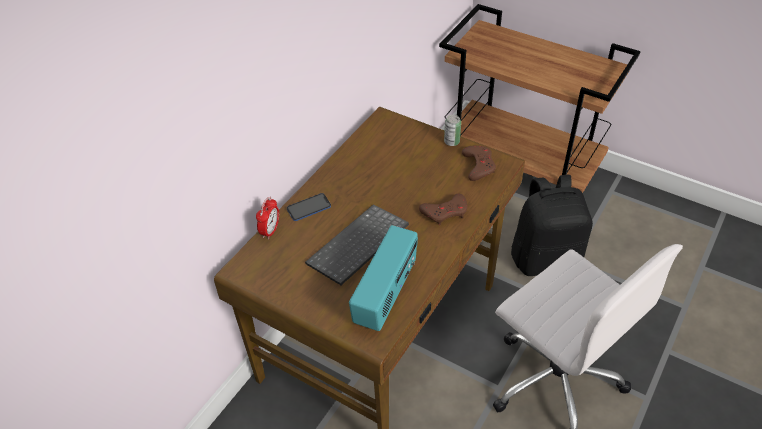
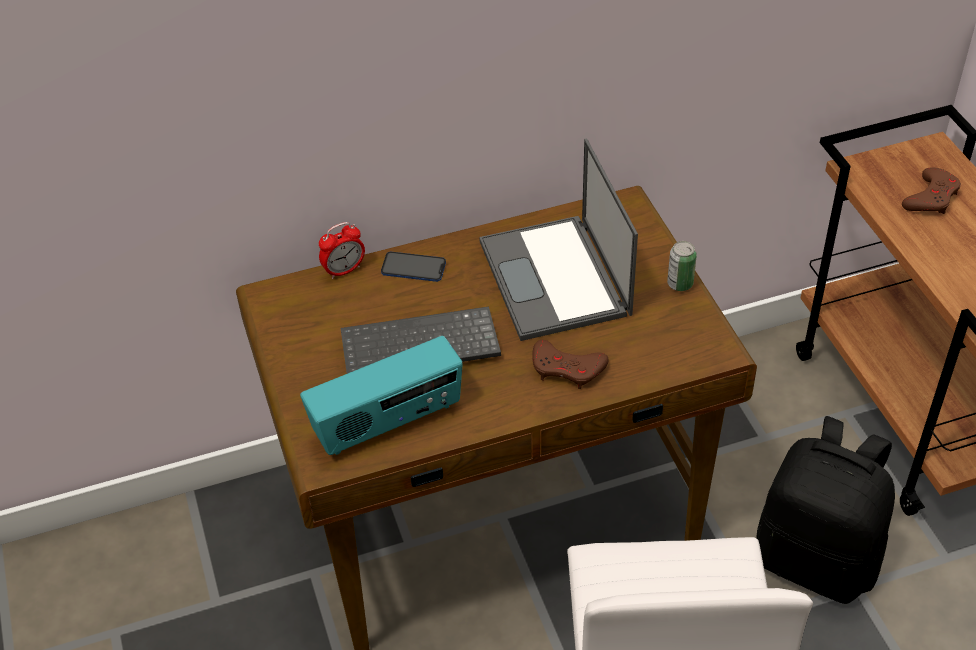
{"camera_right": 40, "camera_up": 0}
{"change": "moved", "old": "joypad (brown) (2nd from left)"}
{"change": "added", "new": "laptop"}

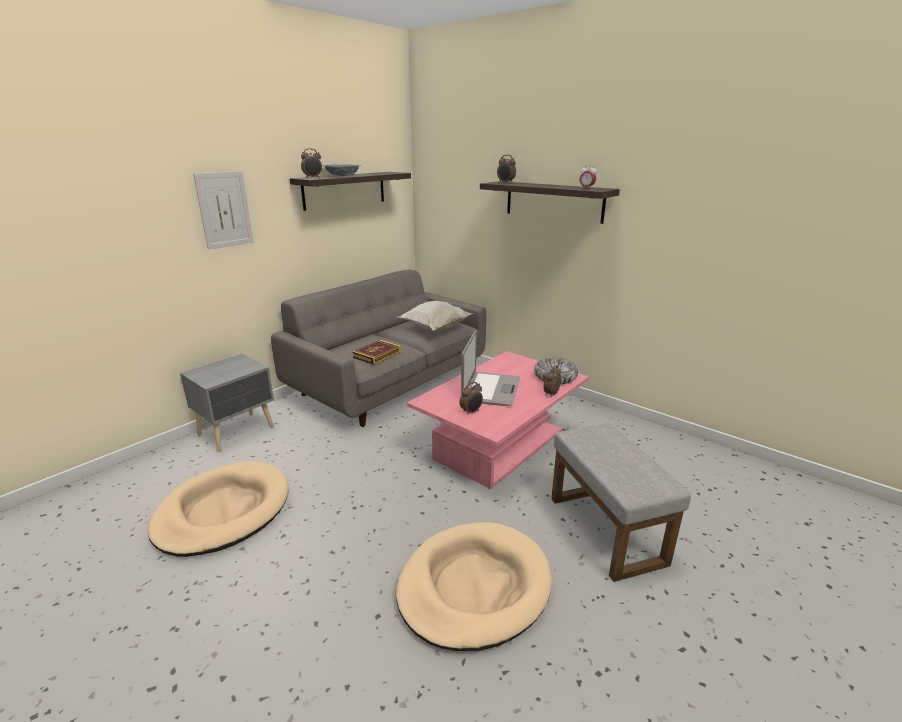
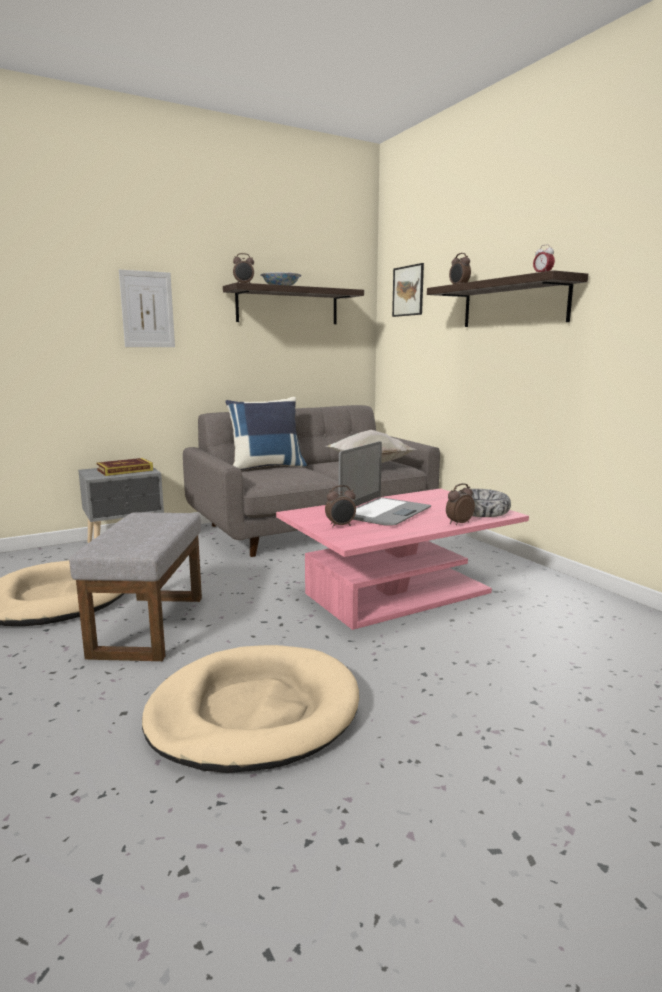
{"camera_right": 20, "camera_up": -10}
{"change": "moved", "old": "book"}
{"change": "moved", "old": "footrest (gray)"}
{"change": "added", "new": "wall art (2nd from left)"}
{"change": "added", "new": "throw pillow (blue-coloured)"}

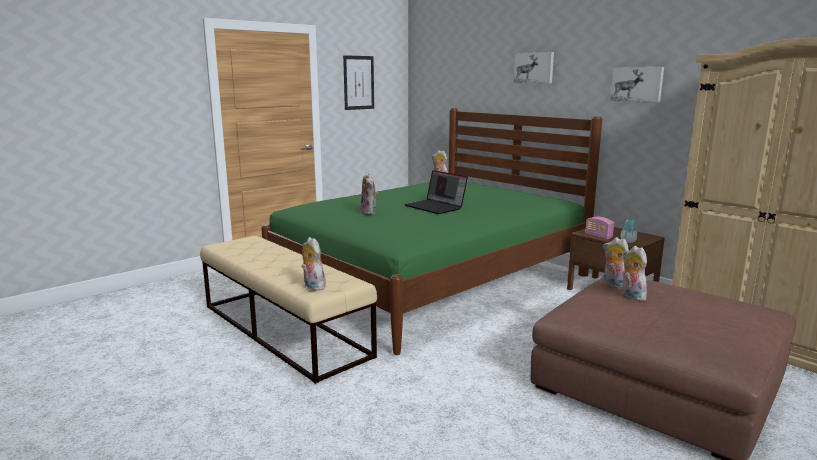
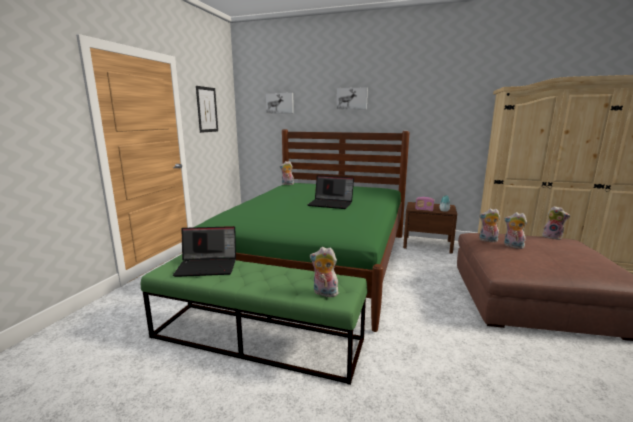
{"camera_right": -30, "camera_up": 0}
{"change": "moved", "old": "wall art (3rd from left in the first image)", "new": "wall art (2nd from left)"}
{"change": "moved", "old": "plush toy (2nd from left in the first image)", "new": "plush toy (5th from left)"}
{"change": "recoloured", "old": "long seat (sand-coloured)", "new": "long seat (green-coloured)"}
{"change": "added", "new": "laptop (1st from left)"}

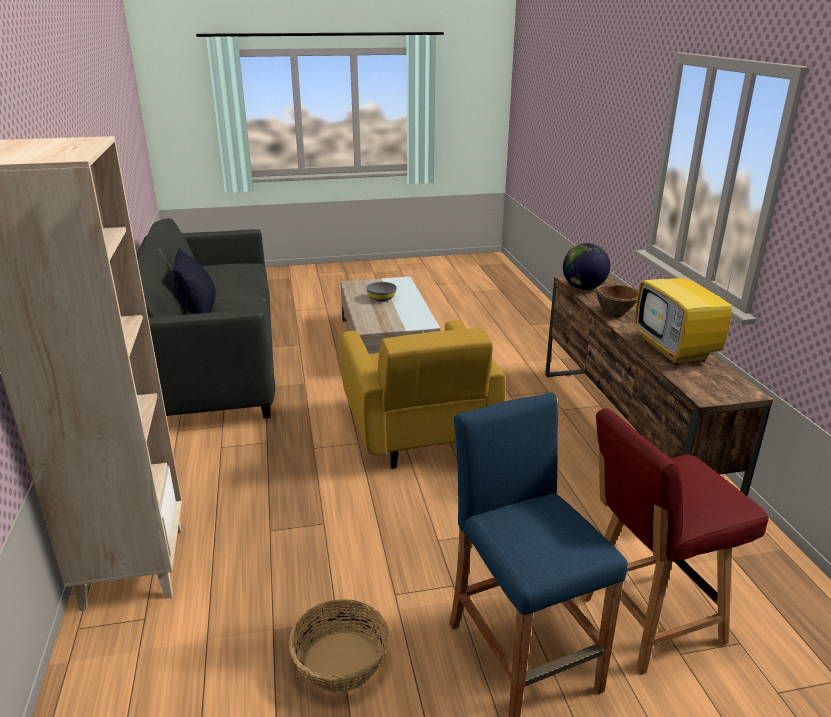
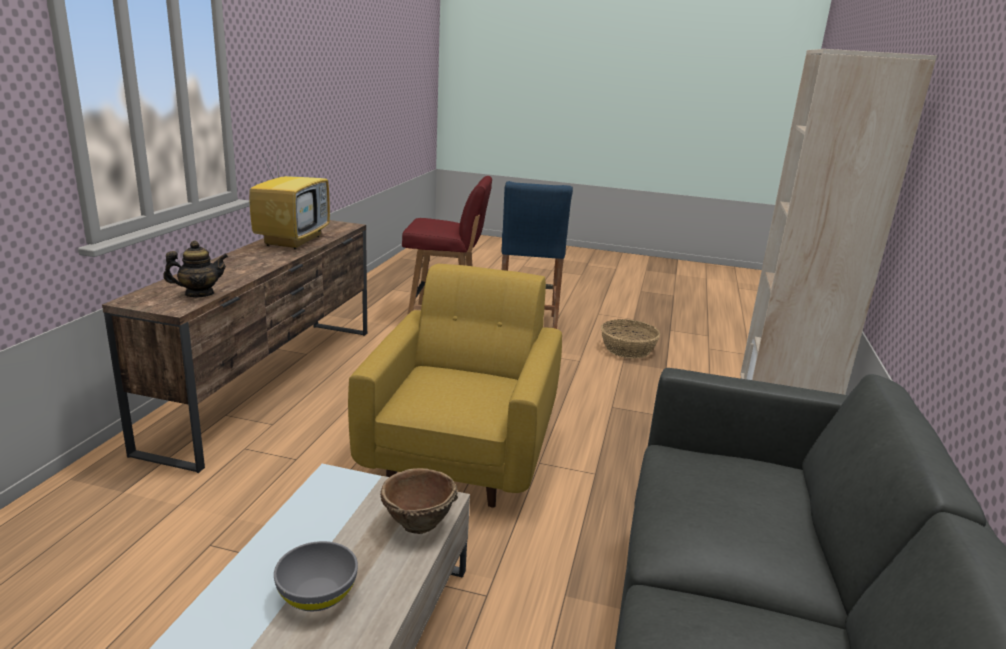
{"camera_right": -155, "camera_up": -5}
{"change": "replaced", "old": "globe", "new": "tea pot"}
{"change": "removed", "old": "throw pillow (black)"}
{"change": "moved", "old": "bowl (brown)"}

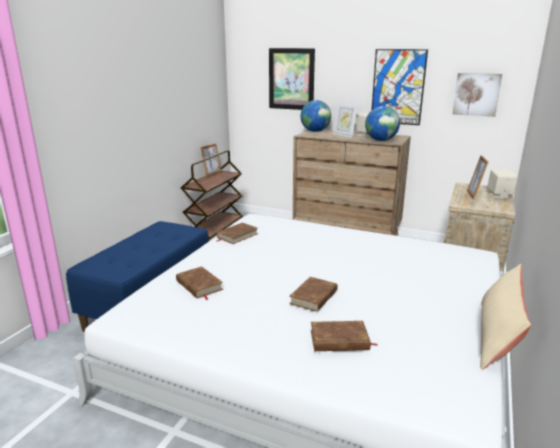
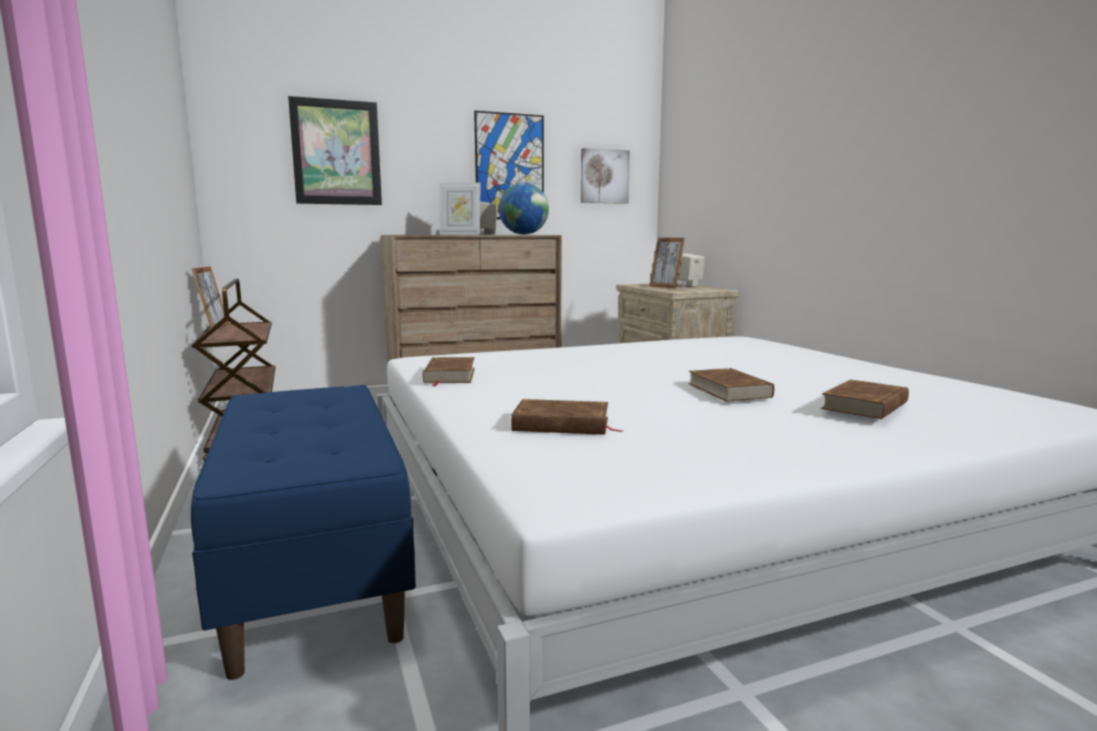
{"camera_right": -45, "camera_up": -10}
{"change": "removed", "old": "globe (1st from left)"}
{"change": "removed", "old": "throw pillow (sand-coloured)"}

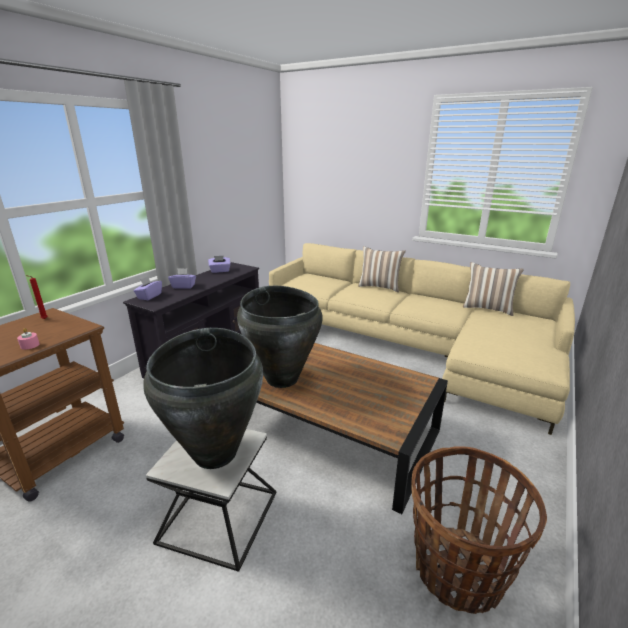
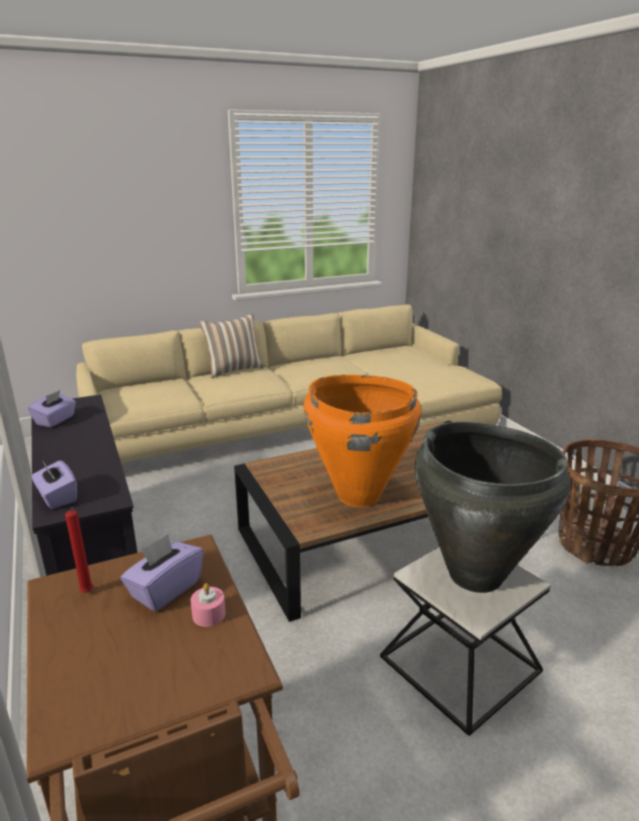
{"camera_right": -55, "camera_up": 0}
{"change": "removed", "old": "throw pillow (2nd from left)"}
{"change": "moved", "old": "box of tissues (purplish) (2nd from left in the first image)", "new": "box of tissues (purplish) (3rd from left)"}
{"change": "recoloured", "old": "decorative vase (black) (2nd from left)", "new": "decorative vase (orangey)"}

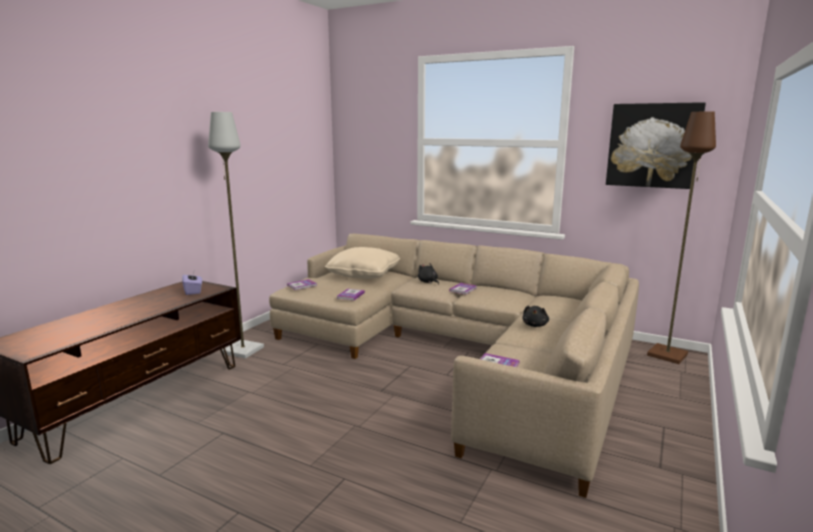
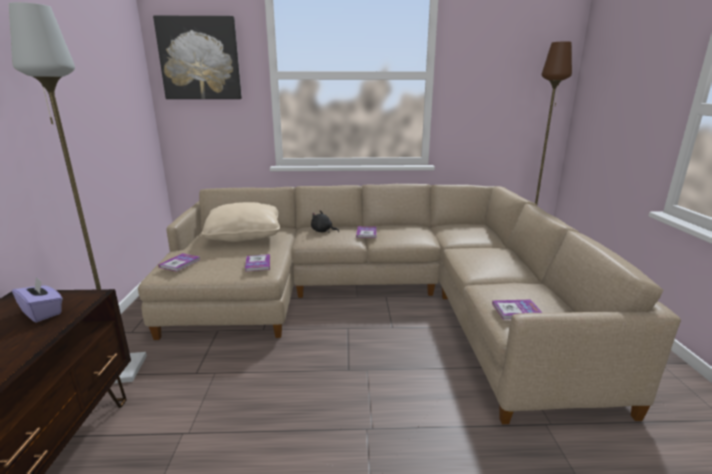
{"camera_right": -30, "camera_up": 5}
{"change": "moved", "old": "wall art"}
{"change": "removed", "old": "plush toy (black) (2nd from left)"}

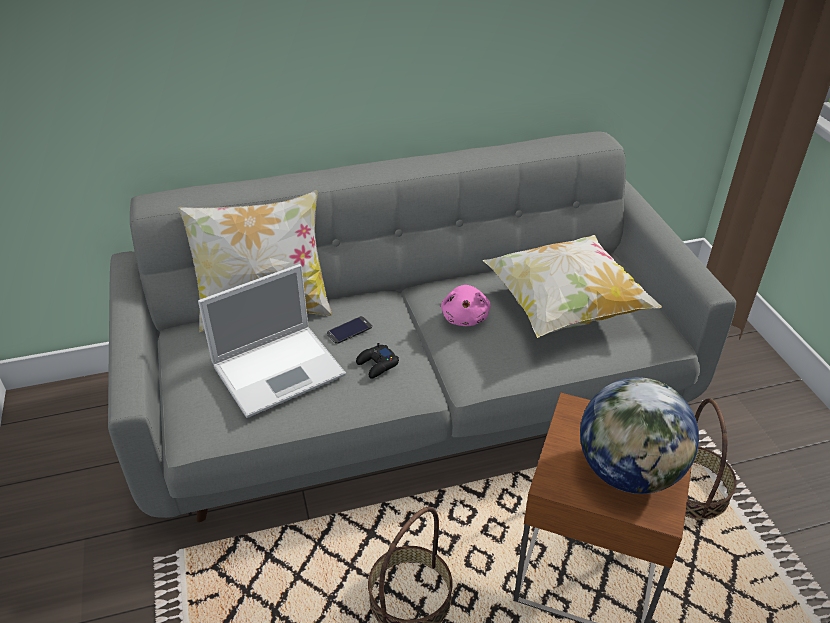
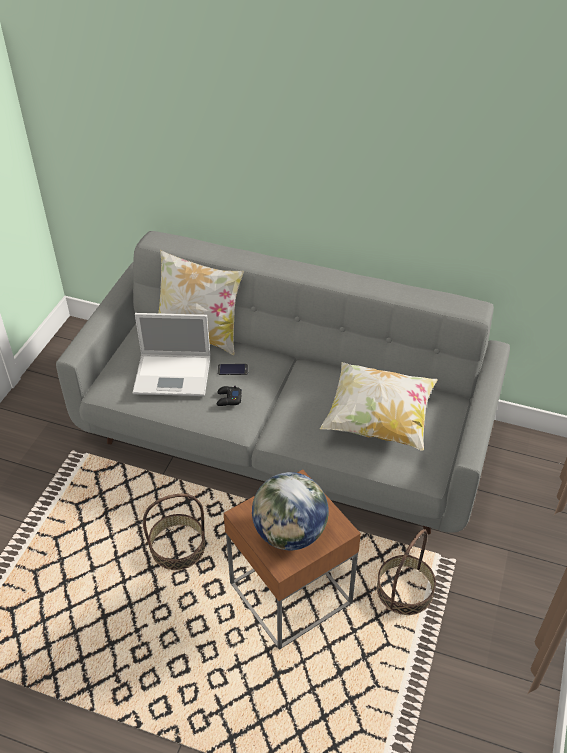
{"camera_right": 35, "camera_up": 5}
{"change": "removed", "old": "plush toy (pinkish)"}

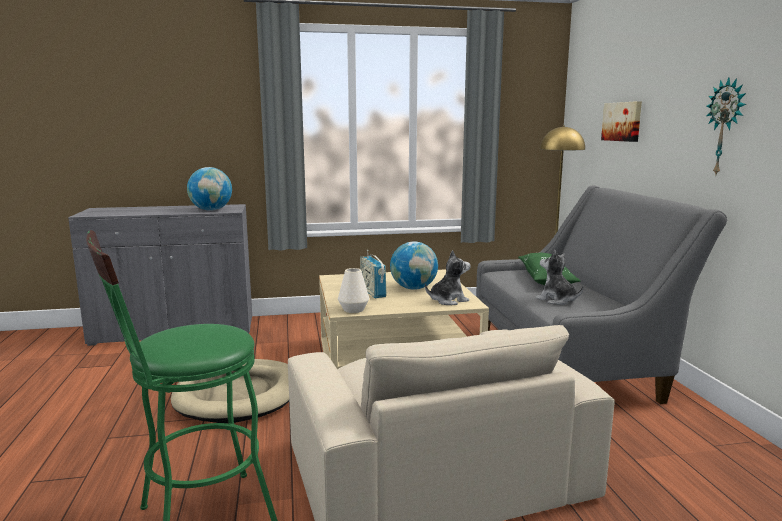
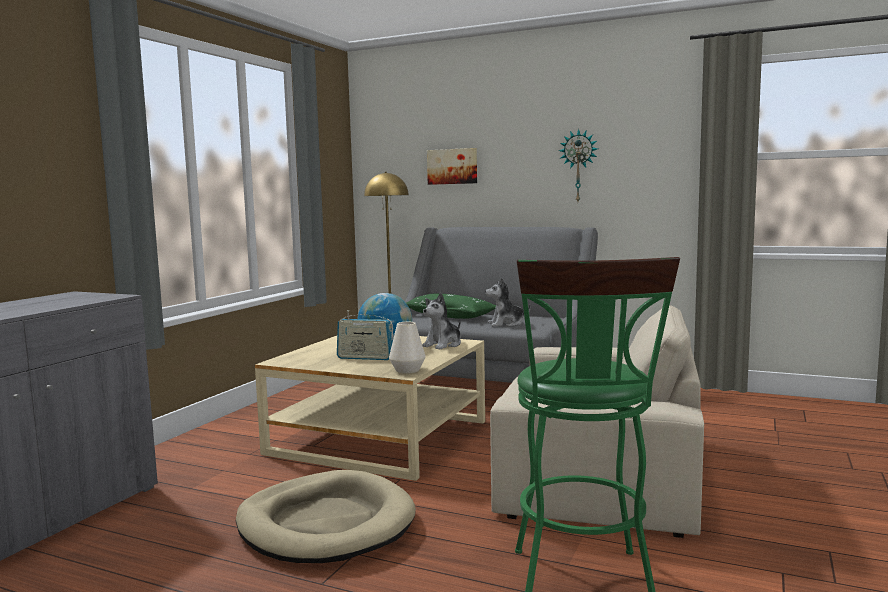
{"camera_right": -55, "camera_up": -5}
{"change": "removed", "old": "globe (1st from left)"}
{"change": "turned", "old": "plush toy (1st from left)", "degrees": -150}

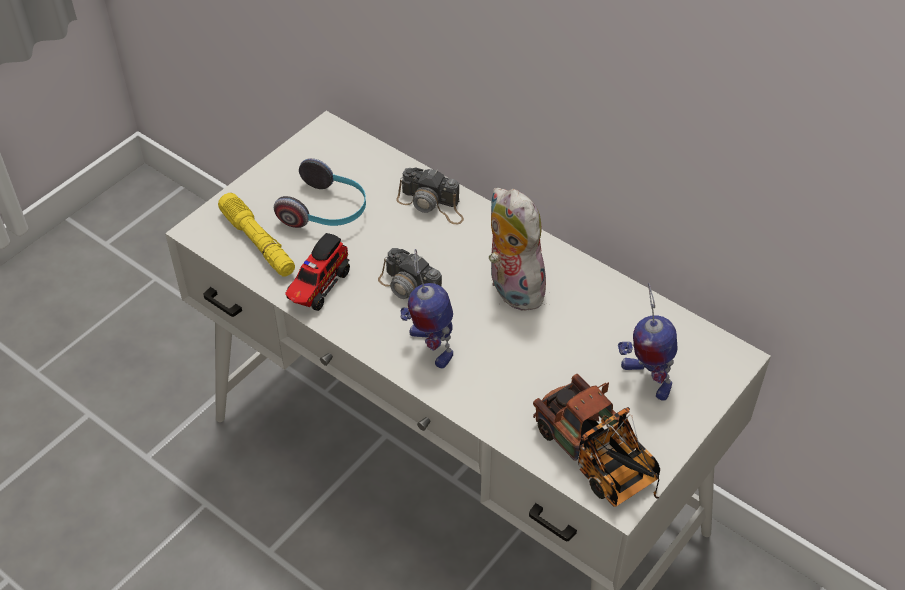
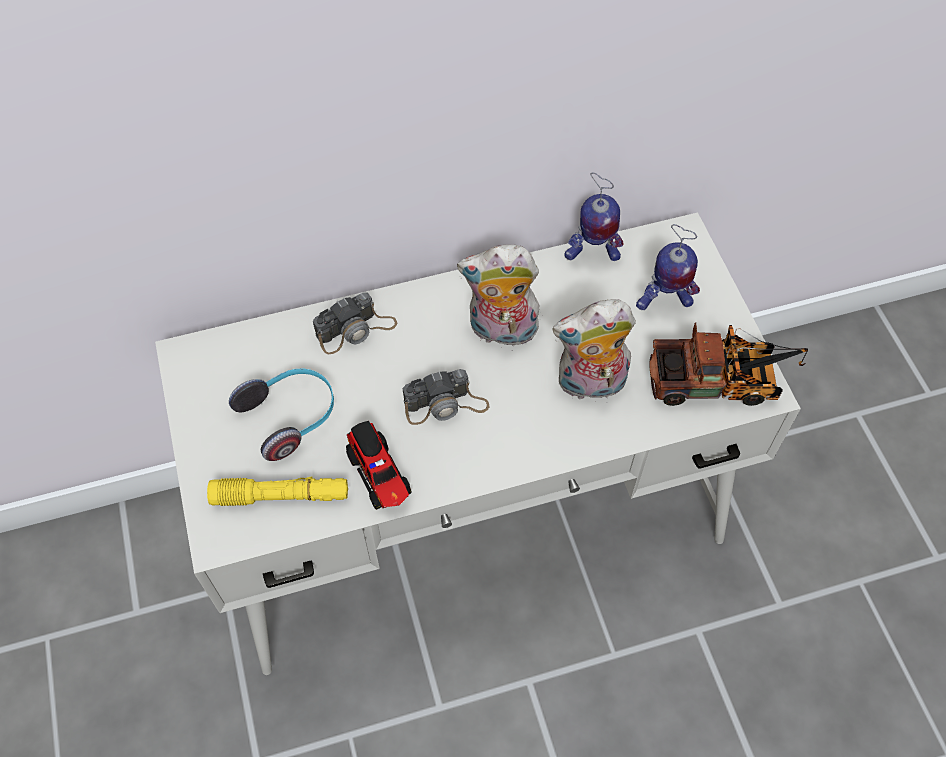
{"camera_right": -55, "camera_up": 10}
{"change": "moved", "old": "model robot (1st from left)"}
{"change": "added", "new": "plush toy (2nd from left)"}

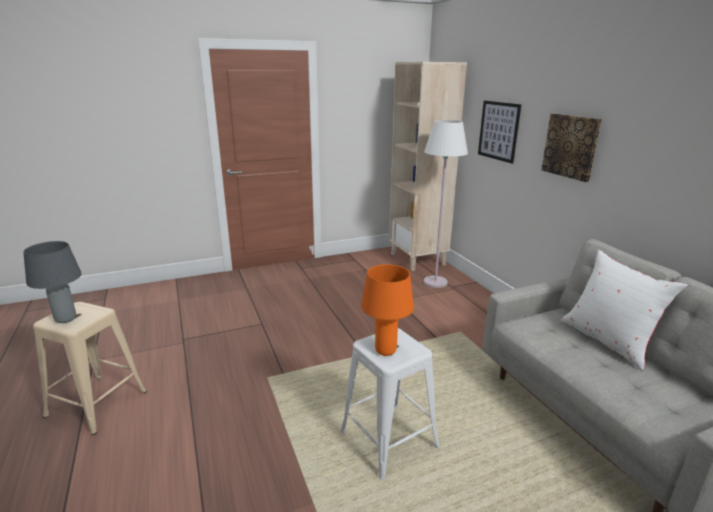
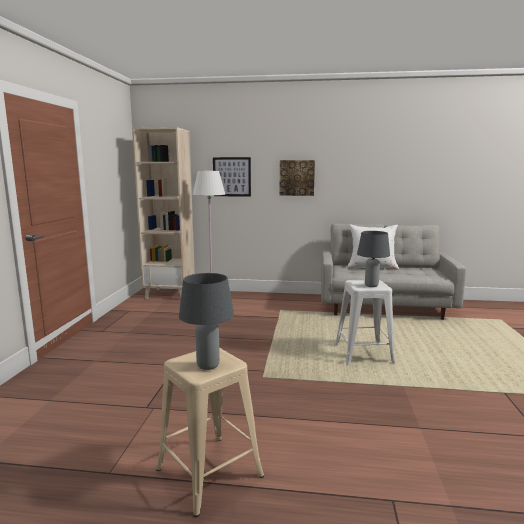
{"camera_right": -60, "camera_up": -10}
{"change": "recoloured", "old": "lamp for a table (orangey)", "new": "lamp for a table (gray) (2nd from left)"}

